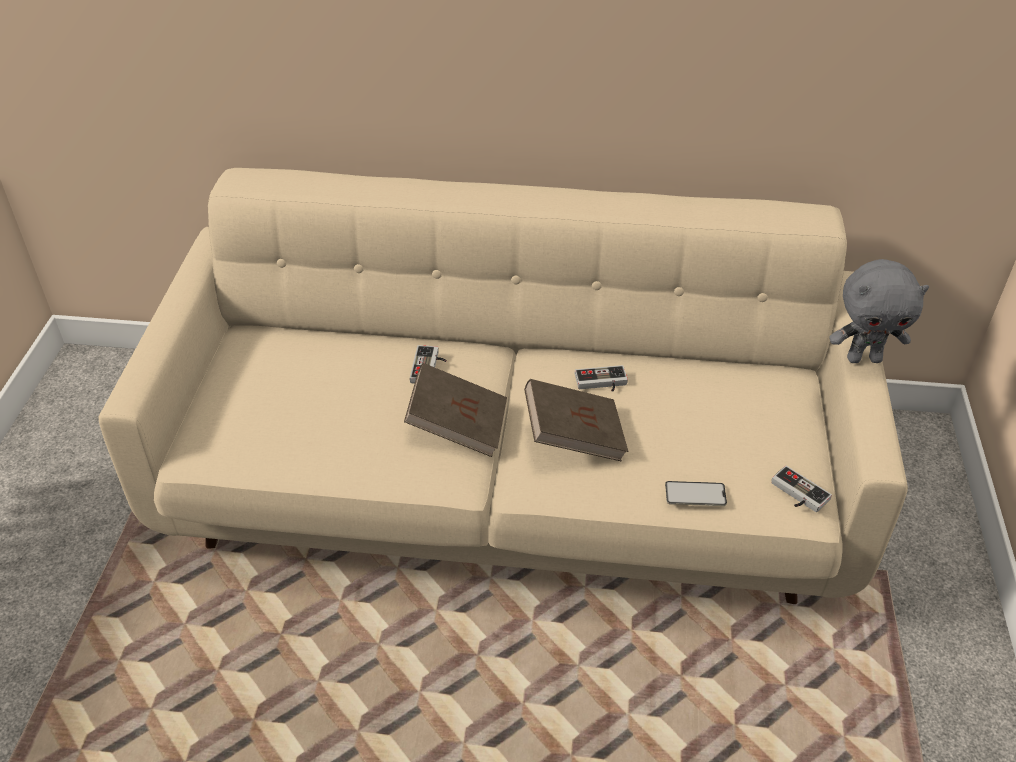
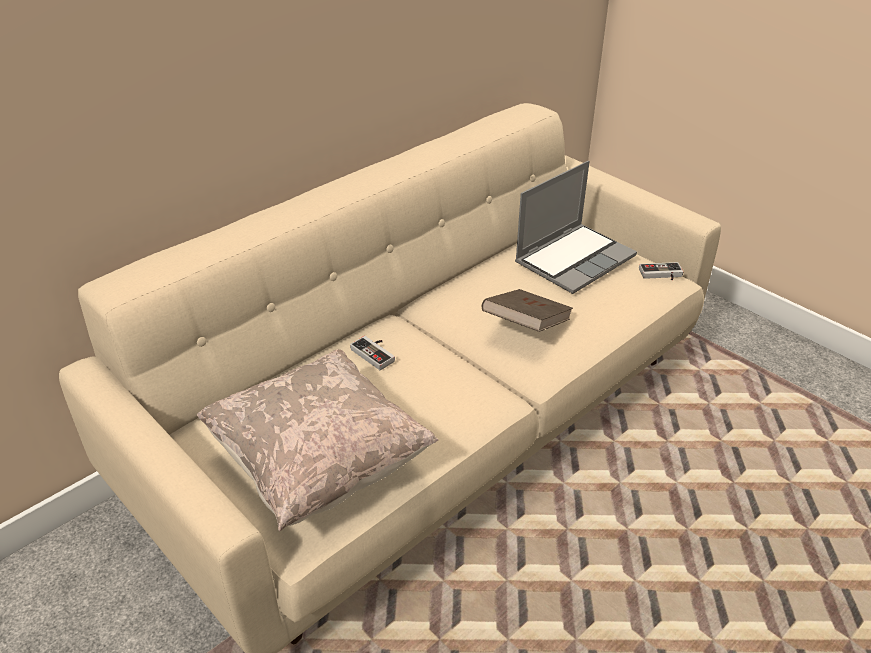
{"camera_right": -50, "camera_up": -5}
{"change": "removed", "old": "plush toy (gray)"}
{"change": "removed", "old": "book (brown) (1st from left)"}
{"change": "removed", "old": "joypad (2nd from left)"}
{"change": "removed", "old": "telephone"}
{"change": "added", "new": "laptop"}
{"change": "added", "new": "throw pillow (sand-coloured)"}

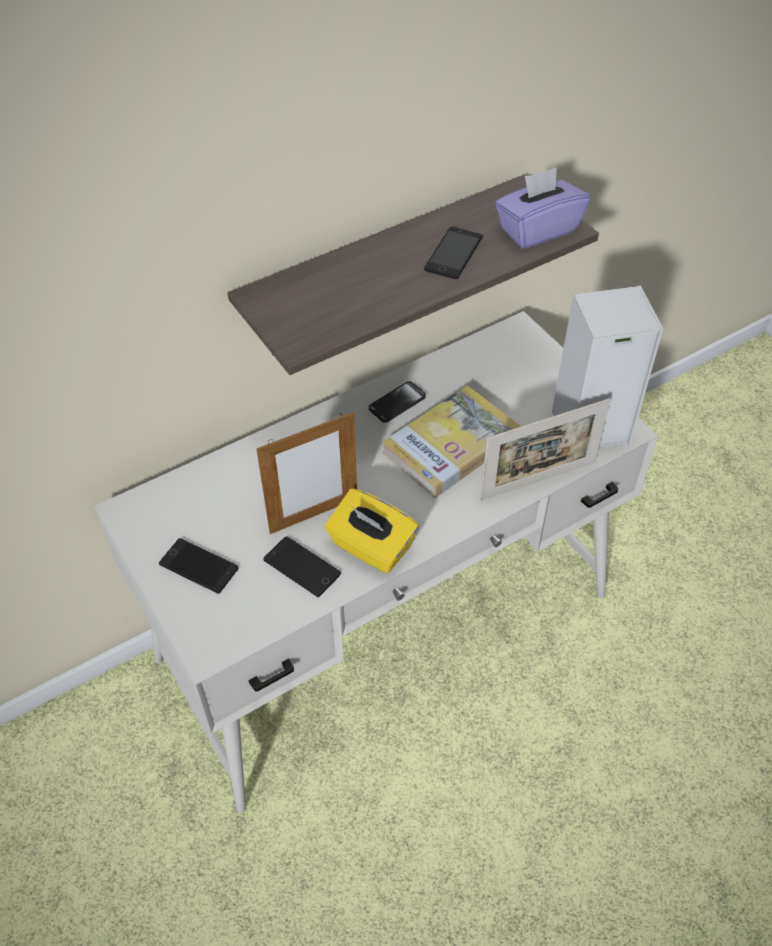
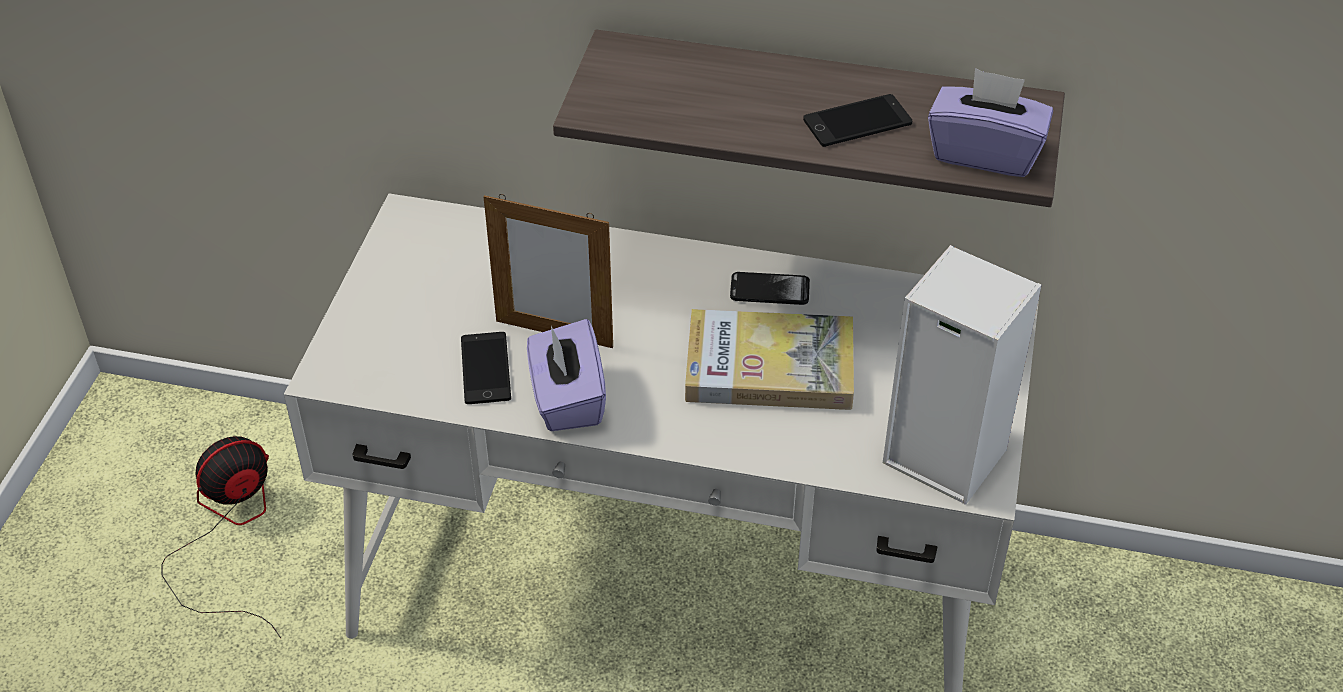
{"camera_right": 45, "camera_up": -5}
{"change": "removed", "old": "standing frame (2nd from left)"}
{"change": "recoloured", "old": "box of tissues (yellow)", "new": "box of tissues (purplish) (1st from left)"}
{"change": "removed", "old": "telephone (1st from left)"}
{"change": "added", "new": "electric fan"}

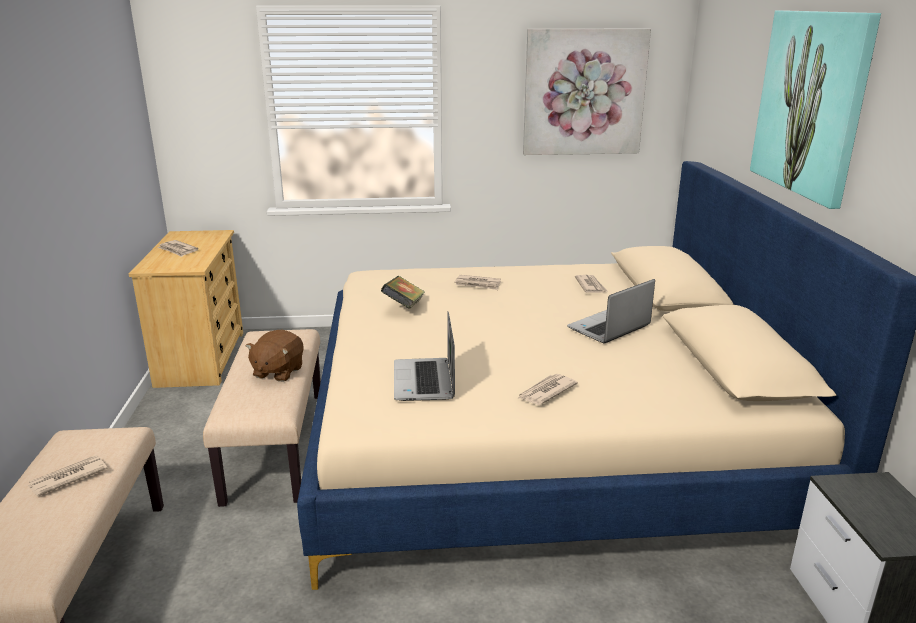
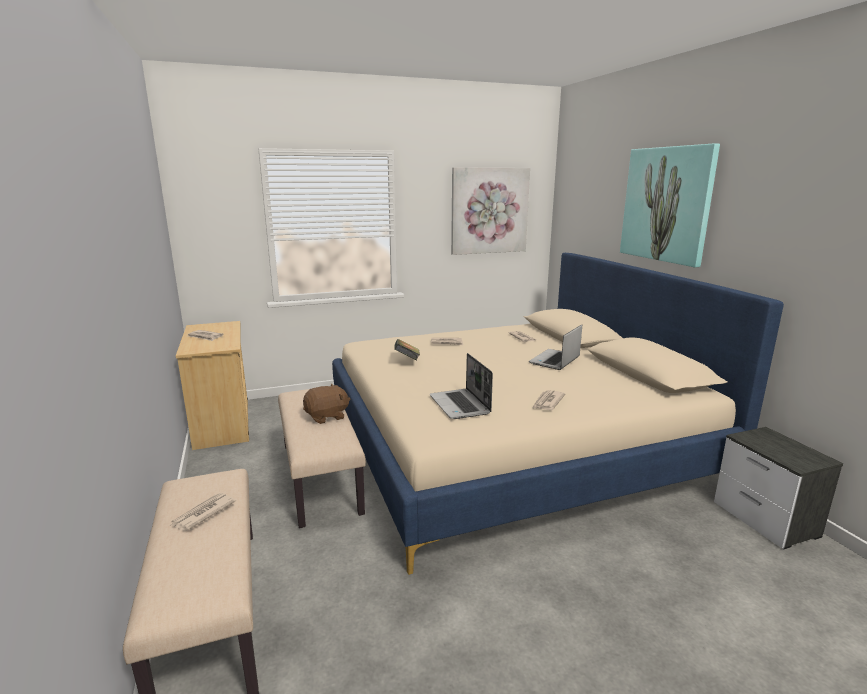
{"camera_right": -15, "camera_up": -5}
{"change": "turned", "old": "plush toy (brown)", "degrees": -120}

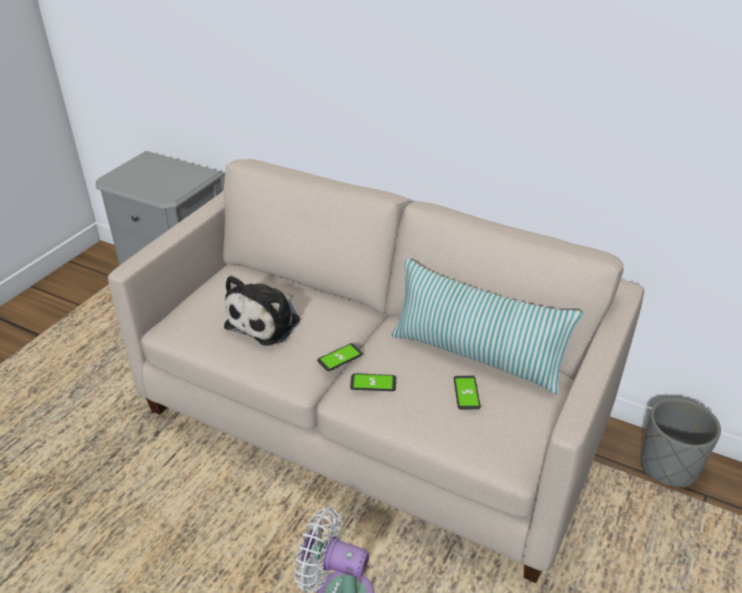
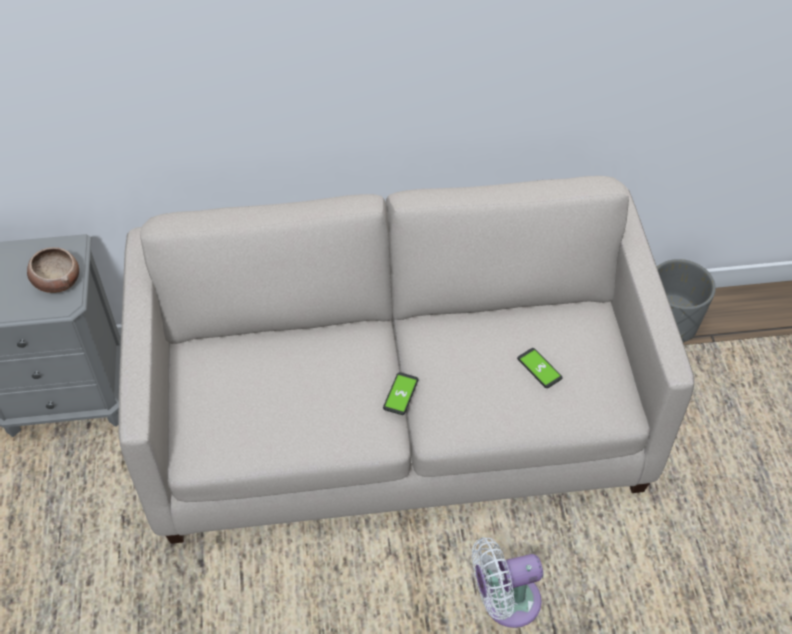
{"camera_right": -35, "camera_up": 15}
{"change": "removed", "old": "throw pillow"}
{"change": "removed", "old": "plush toy"}
{"change": "removed", "old": "telephone (2nd from left)"}
{"change": "added", "new": "bowl"}

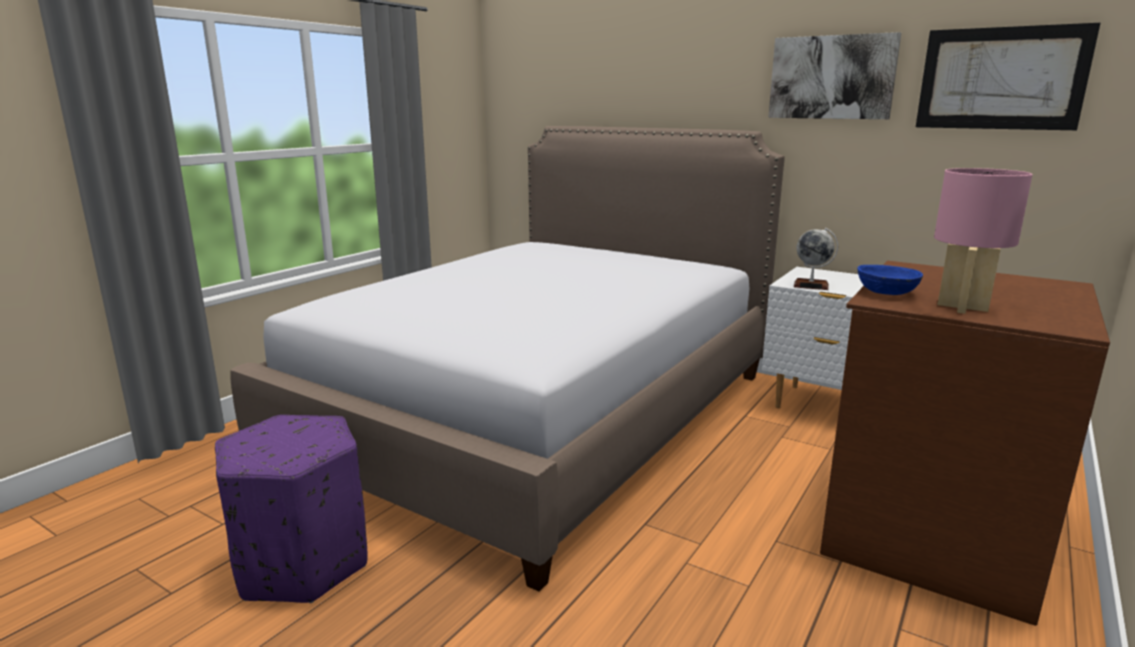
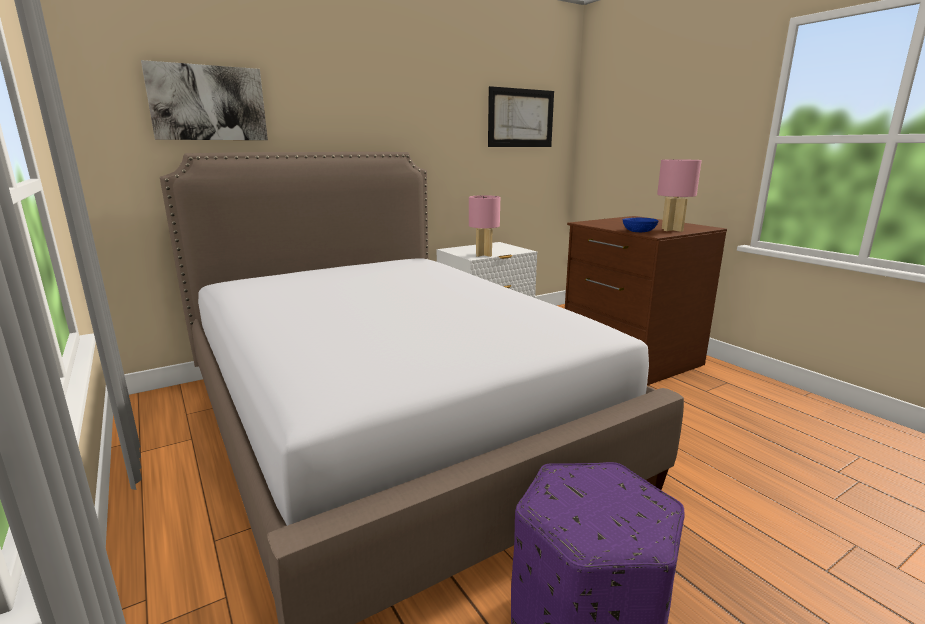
{"camera_right": -65, "camera_up": 0}
{"change": "moved", "old": "wall art (1st from left)"}
{"change": "replaced", "old": "globe", "new": "lamp for a table (pinkish) (1st from left)"}

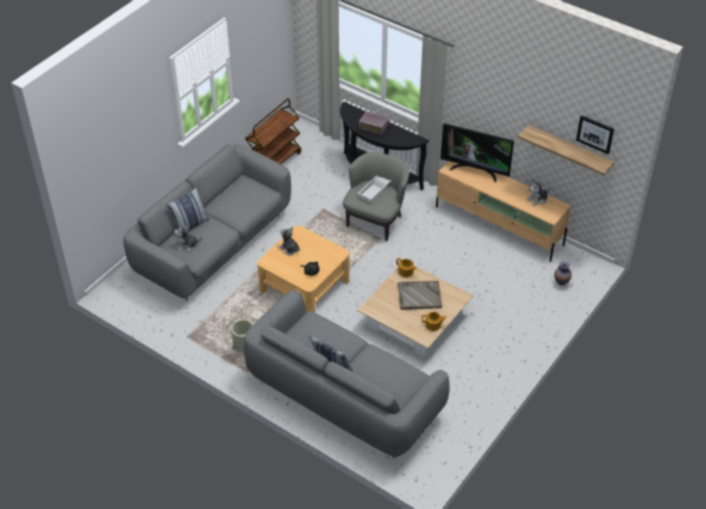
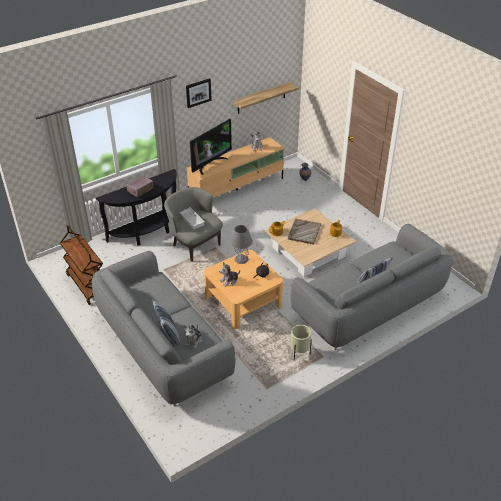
{"camera_right": -70, "camera_up": -5}
{"change": "moved", "old": "wall art"}
{"change": "added", "new": "lamp for a table (gray)"}

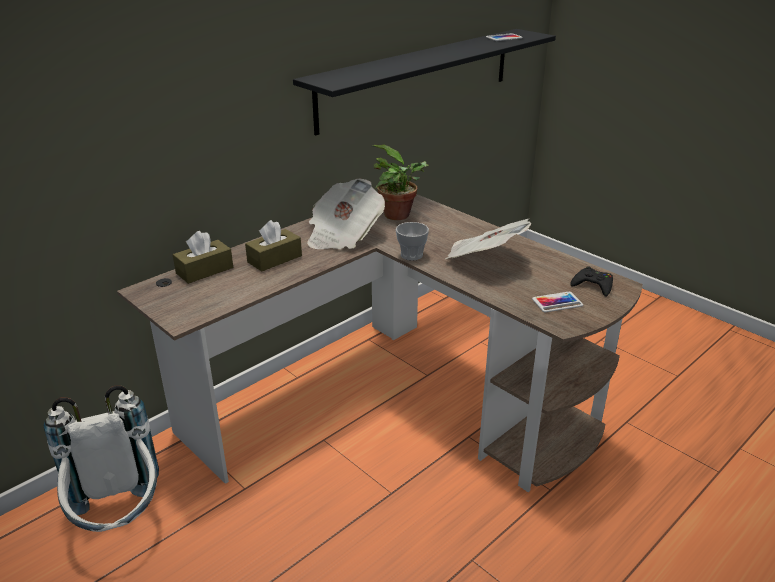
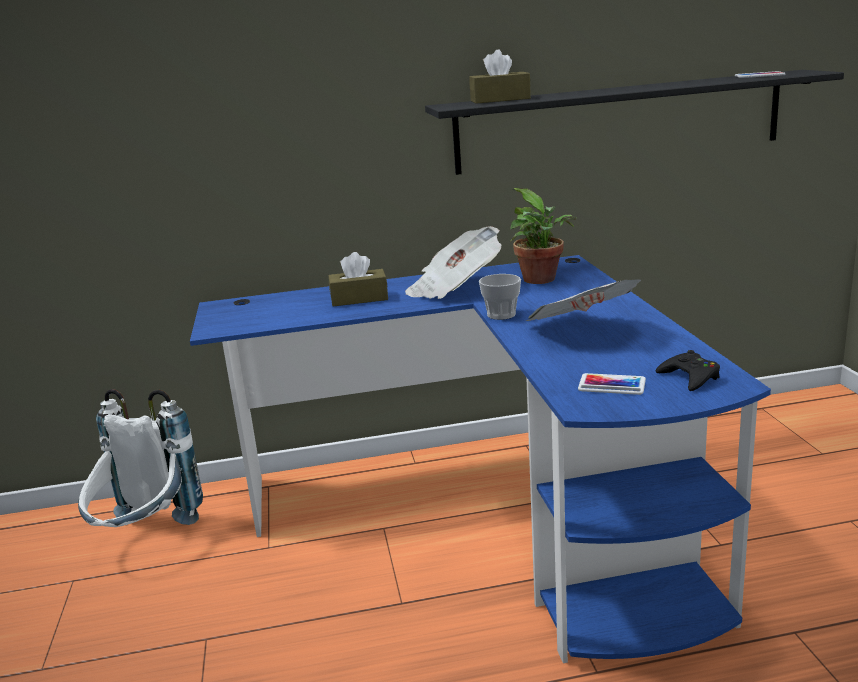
{"camera_right": 35, "camera_up": -10}
{"change": "recoloured", "old": "desk (brown)", "new": "desk (blue-coloured)"}
{"change": "moved", "old": "box of tissues (brown) (1st from left in the first image)", "new": "box of tissues (brown) (2nd from left)"}

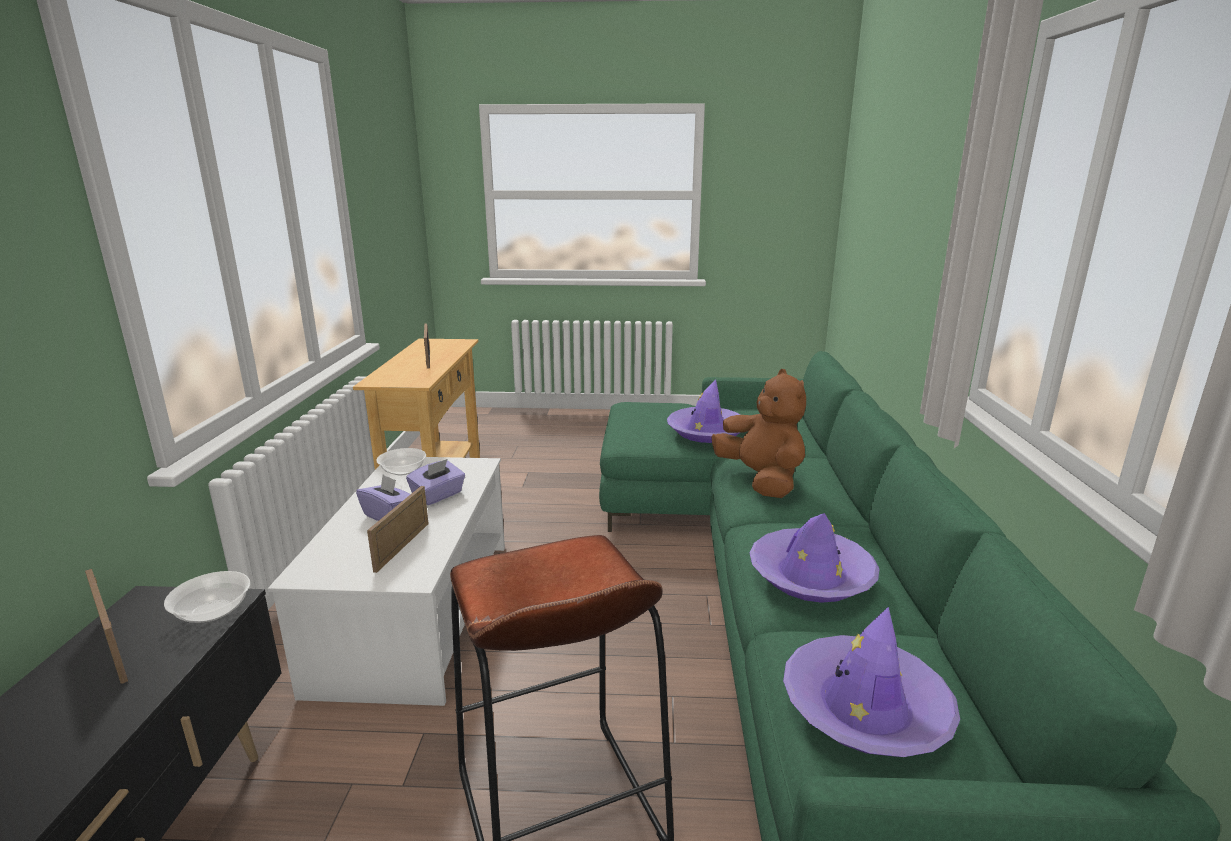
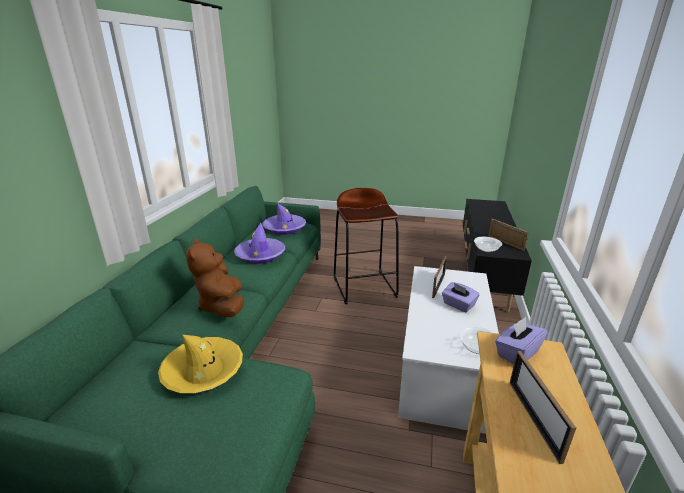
{"camera_right": -170, "camera_up": 5}
{"change": "recoloured", "old": "clothing hat (purplish) (1st from left)", "new": "clothing hat (yellow)"}
{"change": "moved", "old": "box of tissues (purplish) (2nd from left)"}

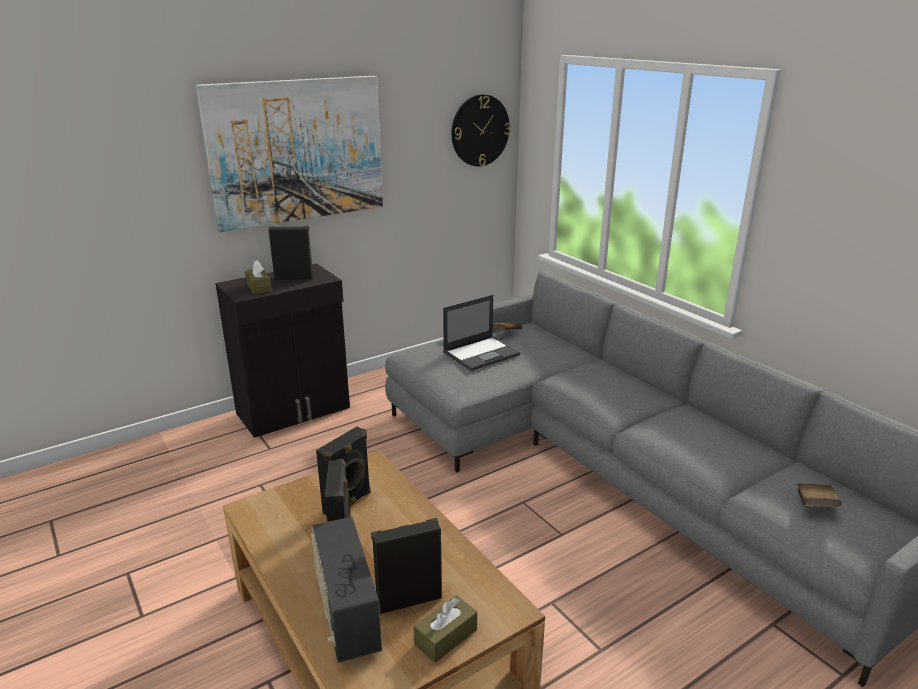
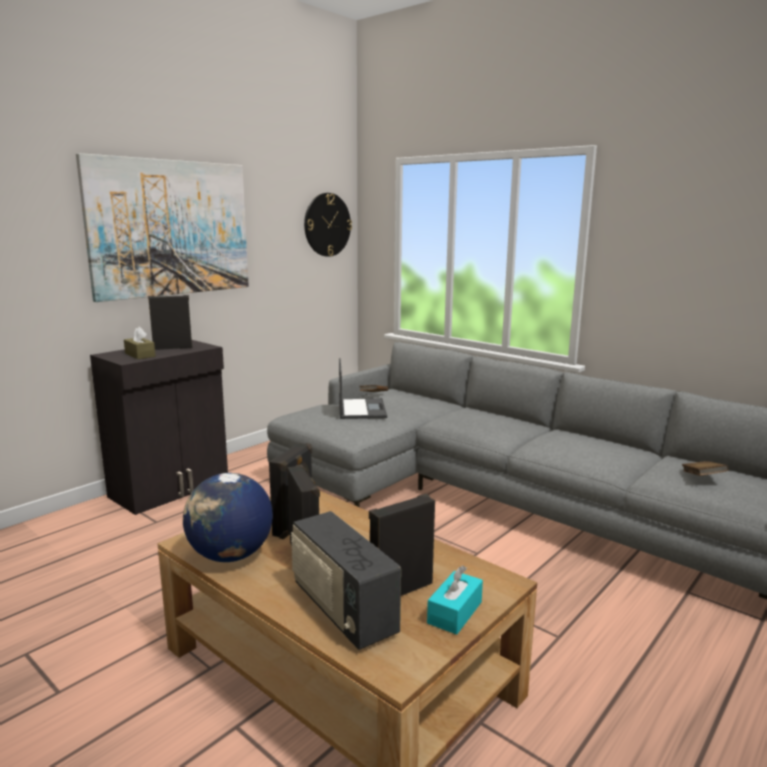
{"camera_right": -15, "camera_up": -10}
{"change": "turned", "old": "laptop", "degrees": -45}
{"change": "recoloured", "old": "box of tissues (brown) (2nd from left)", "new": "box of tissues (turquoise)"}
{"change": "added", "new": "globe"}

